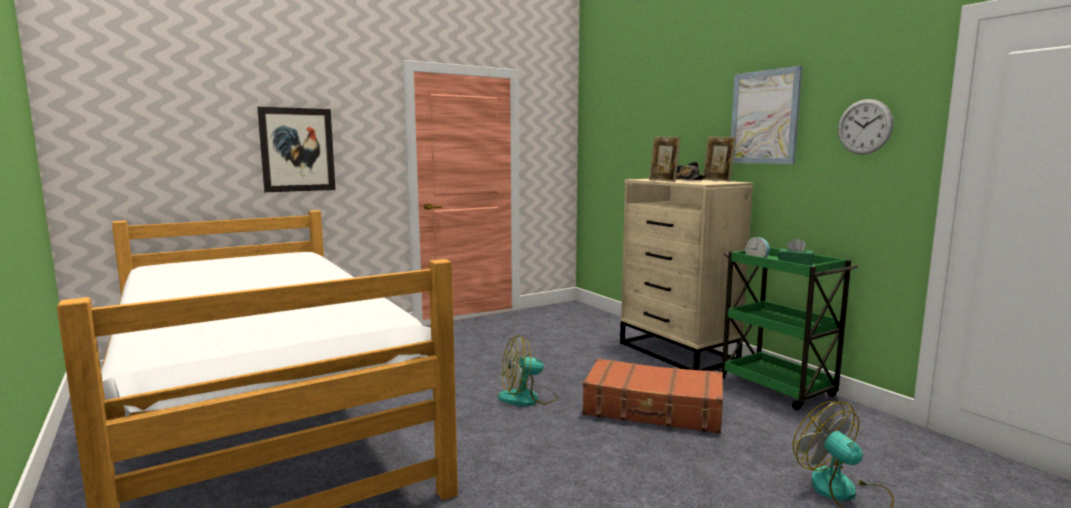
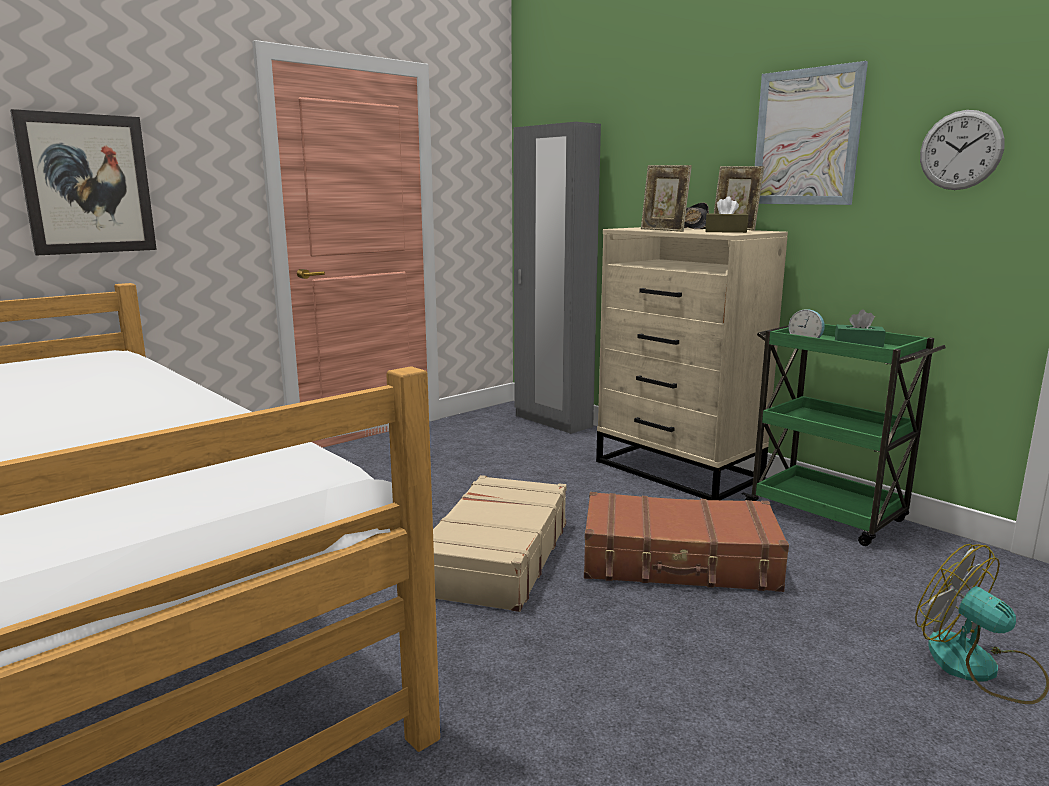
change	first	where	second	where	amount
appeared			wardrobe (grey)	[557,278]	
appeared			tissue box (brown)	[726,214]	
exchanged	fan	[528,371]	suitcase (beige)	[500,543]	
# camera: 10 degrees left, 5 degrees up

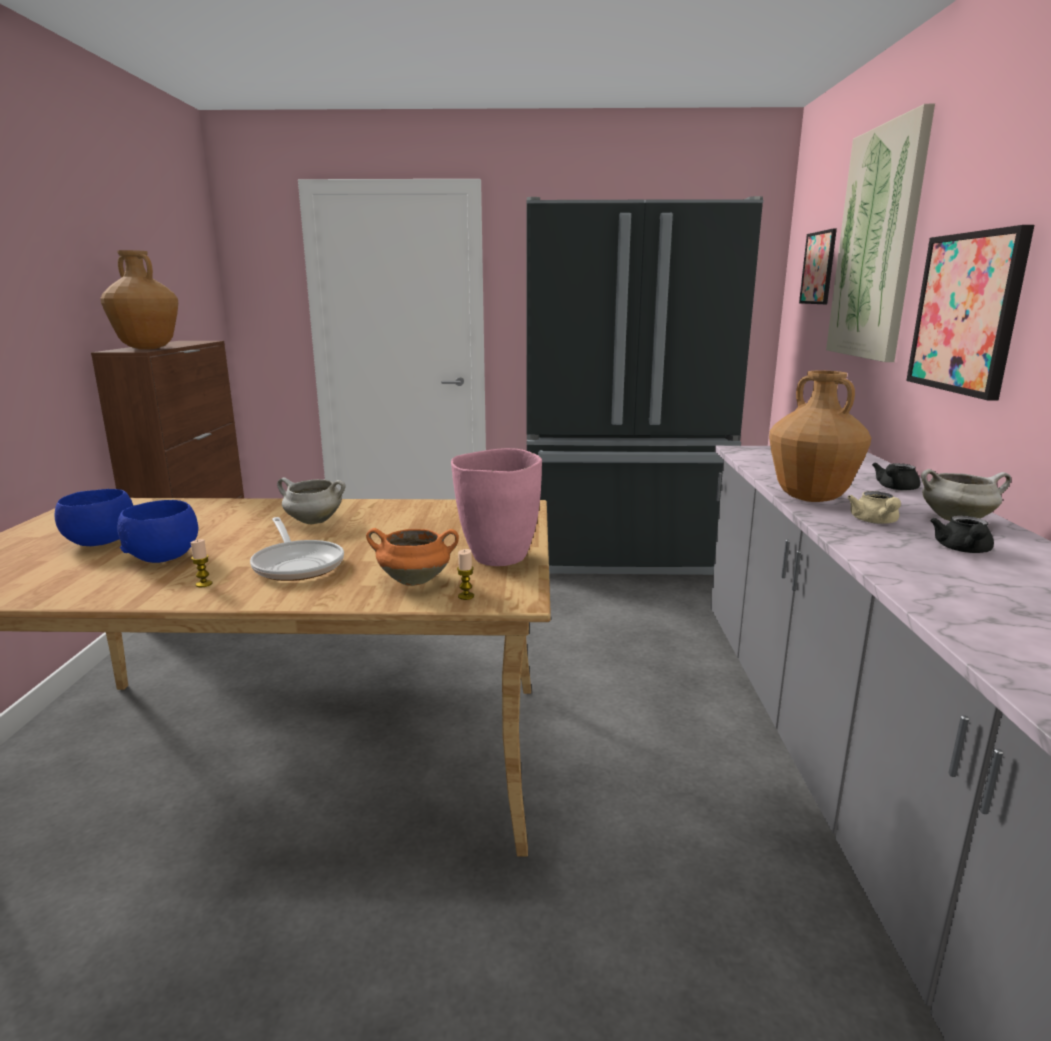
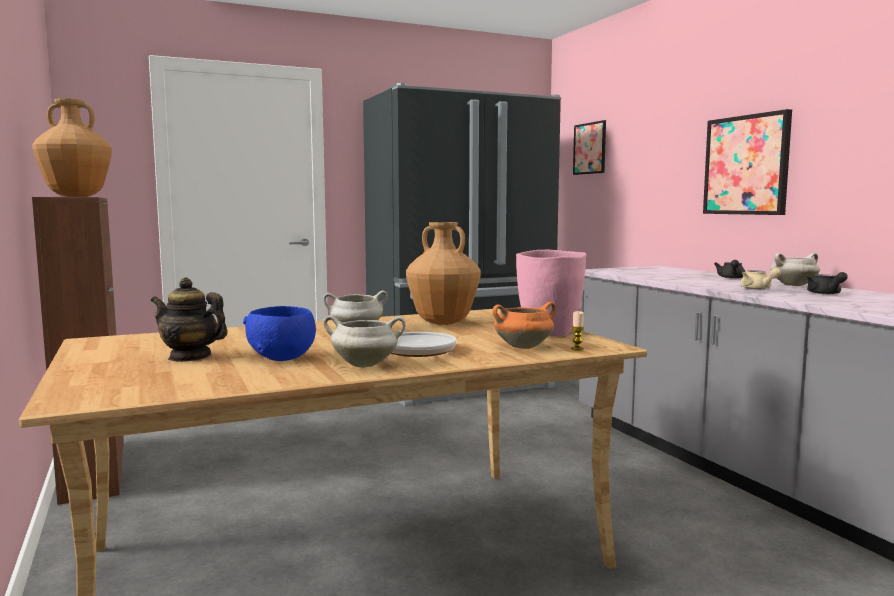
change	first	where	second	where	amount
missing	picture	[880,233]			
relocated	vase (brown)	[820,436]		[443,273]	
exchanged	bowl (blue)	[94,517]	teapot	[189,319]	
exchanged	candle	[201,563]	cooking pot (white)	[364,341]	
# camera: 25 degrees left, 10 degrees down

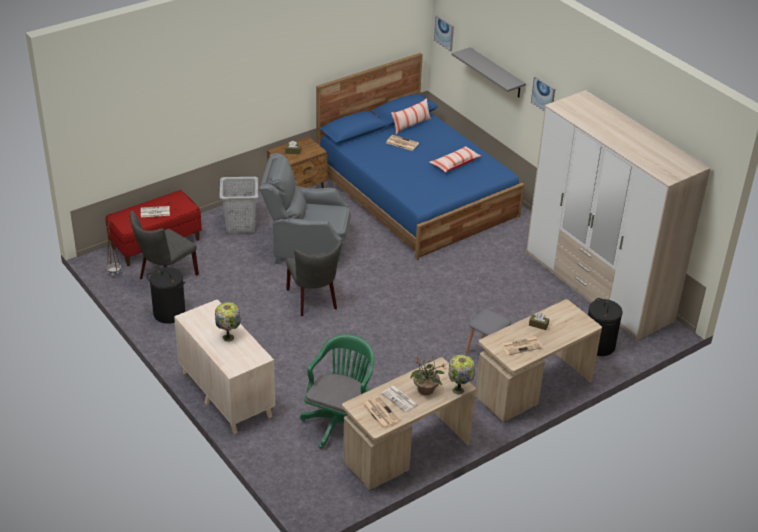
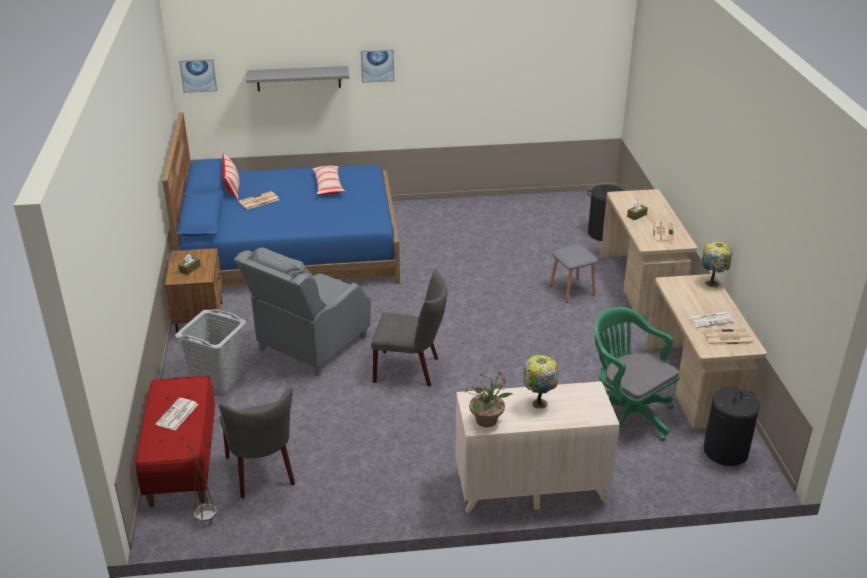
change	first	where	second	where	amount
missing	wardrobe	[618,215]			
relocated	laundry basket (black)	[166,295]		[732,426]	
relocated	potted plant	[428,375]		[489,399]	
# camera: 60 degrees left, 5 degrees down

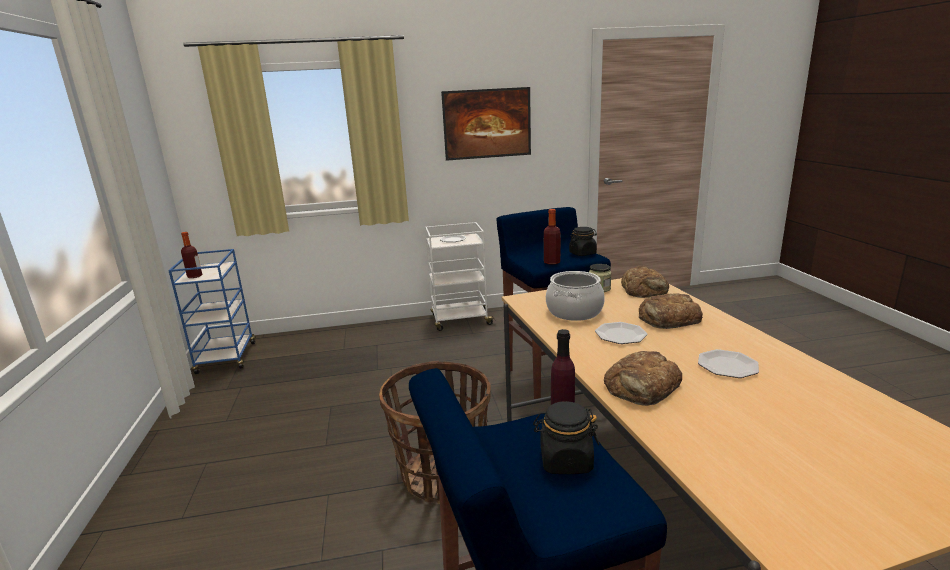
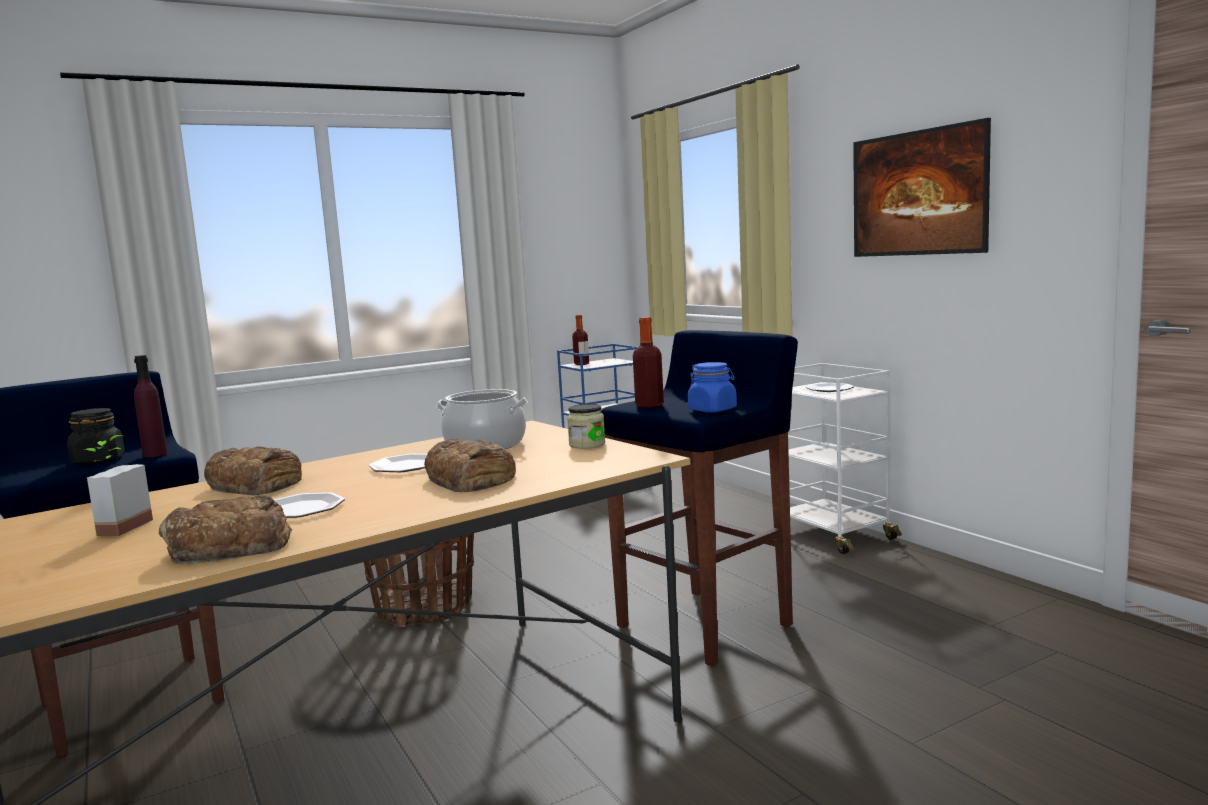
change	first	where	second	where	amount
appeared			potted plant	[118,485]	
relocated	bread	[645,281]		[225,530]	
colour	jar (black)	[583,241]	jar (blue)	[712,387]	
# camera: 70 degrees right, 10 degrees down

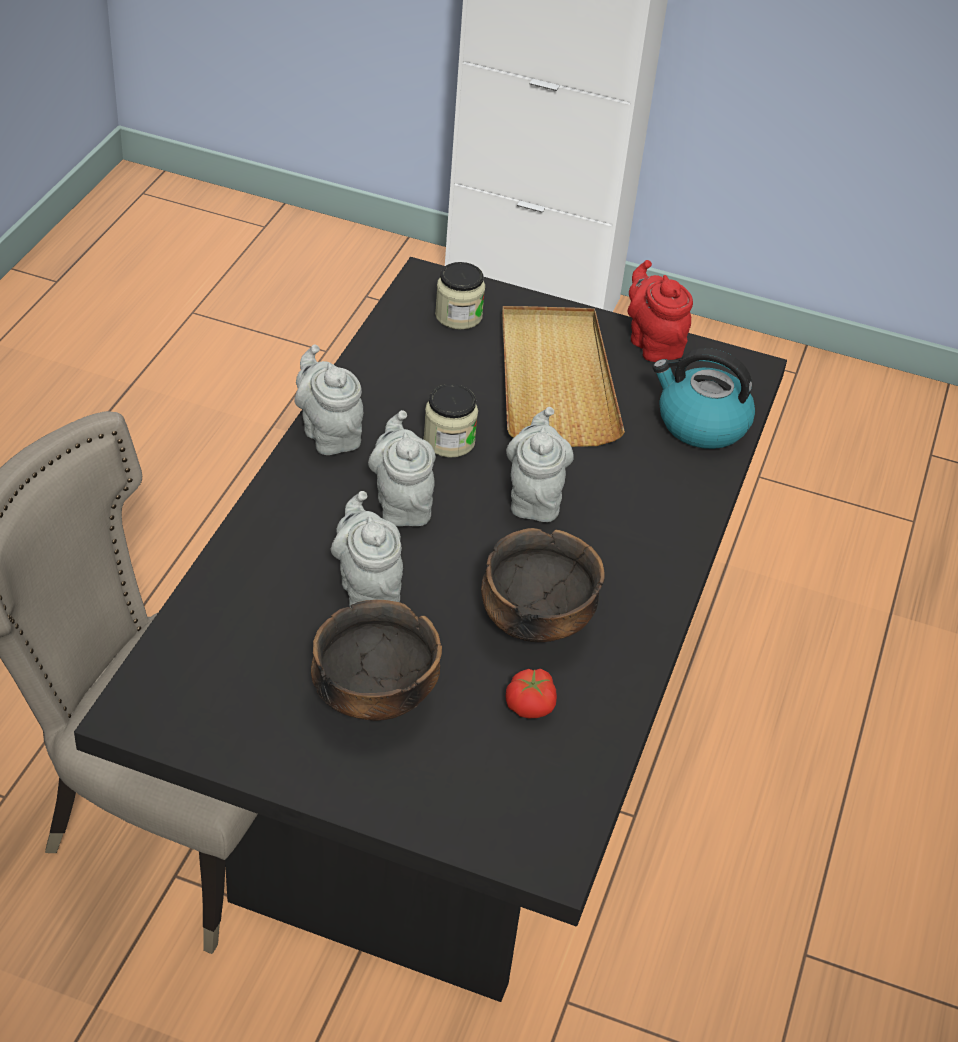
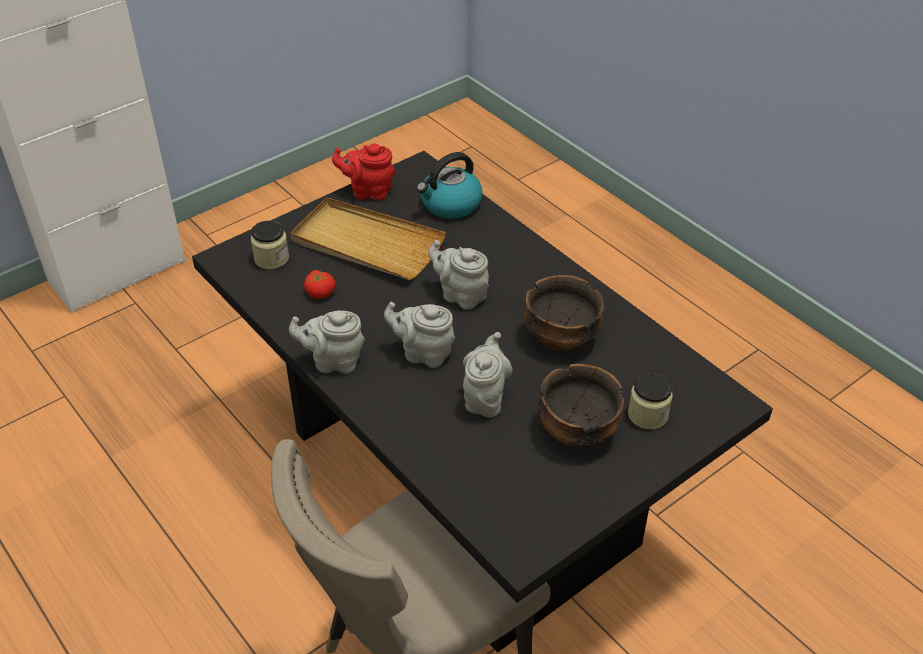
change	first	where	second	where	amount
relocated	jar	[450,421]		[650,401]	
relocated	tomato	[531,693]		[320,284]	
spun	teapot (grey)	[367,549]		[487,375]	90 degrees clockwise
# camera: 55 degrees left, 0 degrees up

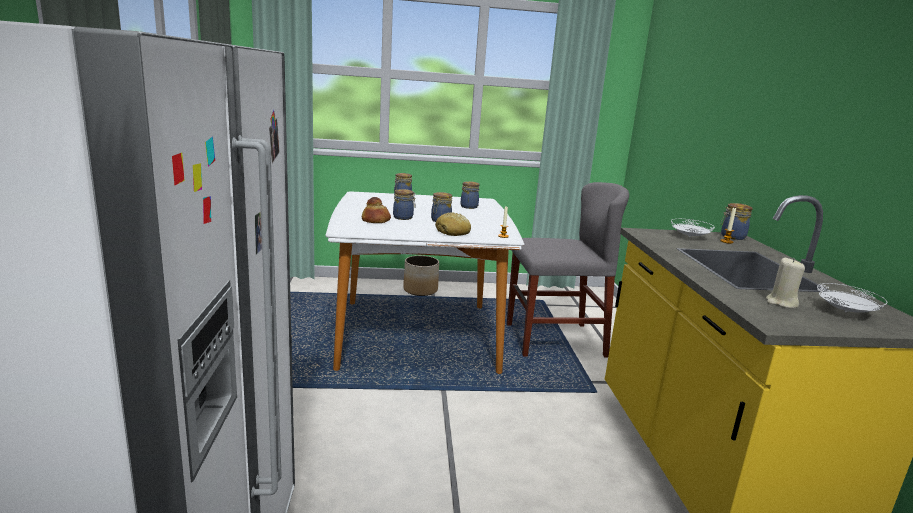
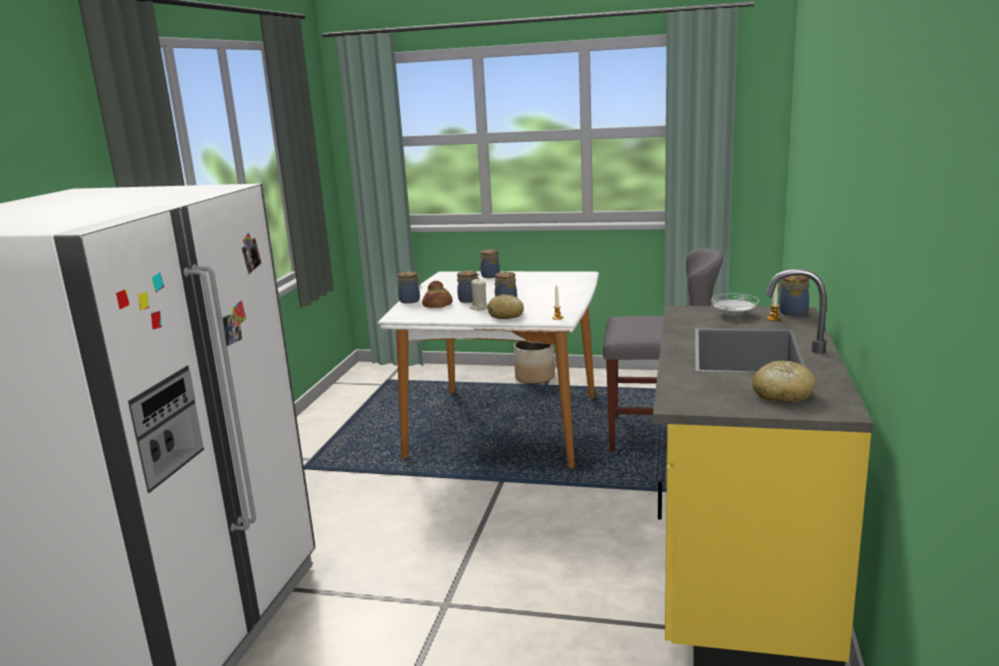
change	first	where	second	where	amount
relocated	jar	[470,195]		[409,288]	
relocated	candle (beige)	[785,283]		[479,294]	
exchanged	plate (white)	[852,298]	bread	[783,382]	
# camera: 20 degrees right, 0 degrees up

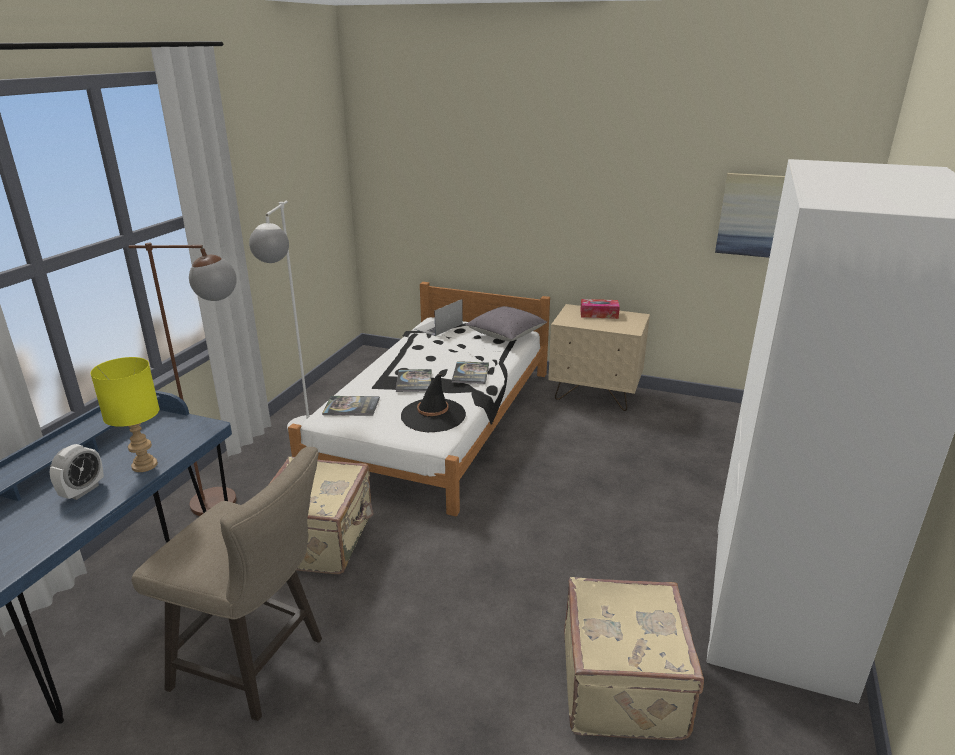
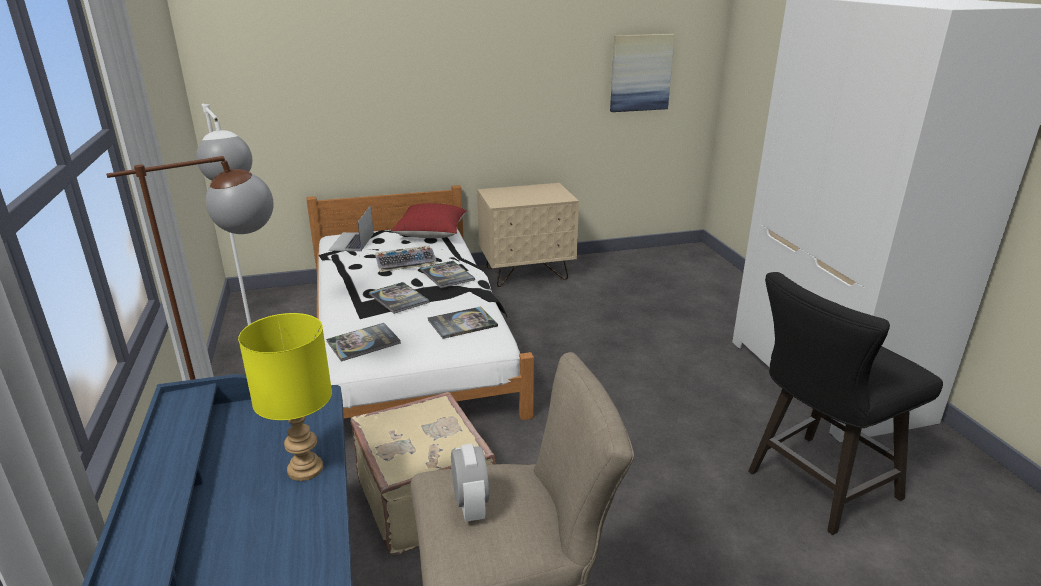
change	first	where	second	where	amount
missing	tissue box	[600,309]			
appeared			keyboard	[405,259]	
relocated	alarm clock	[77,472]		[470,483]	
exchanged	hat (black)	[433,403]	book	[463,322]	
exchanged	suitcase (beige)	[634,658]	stool (black)	[845,403]	
colour	pillow (grey)	[506,323]	pillow (red)	[429,220]	
# camera: 35 degrees left, 0 degrees up

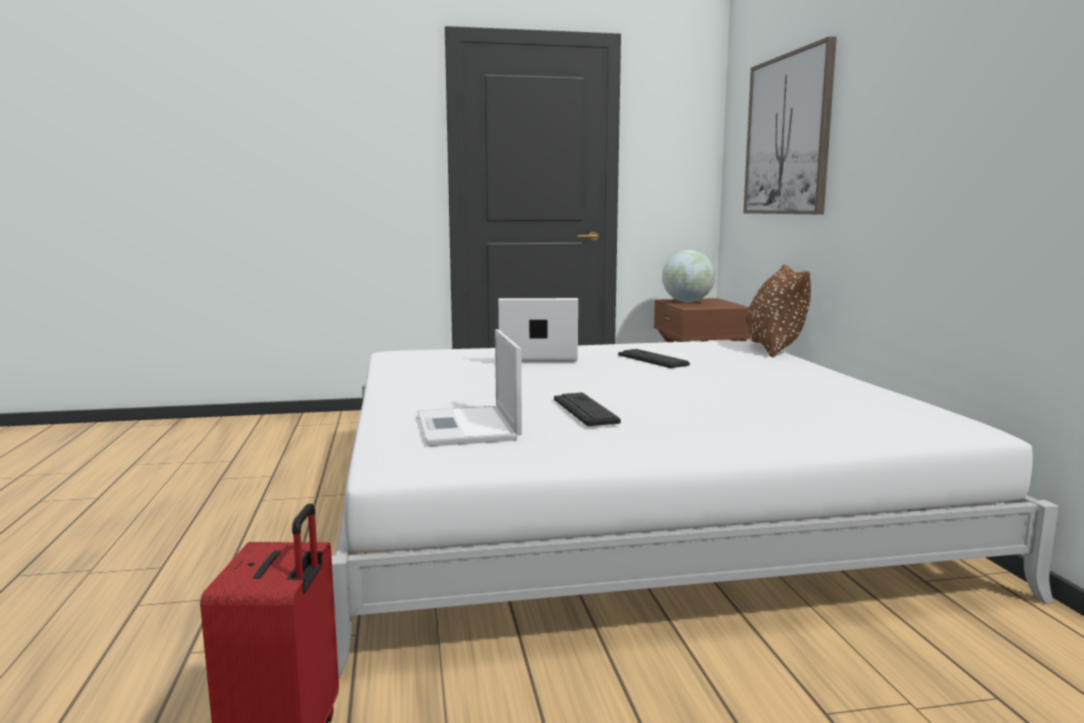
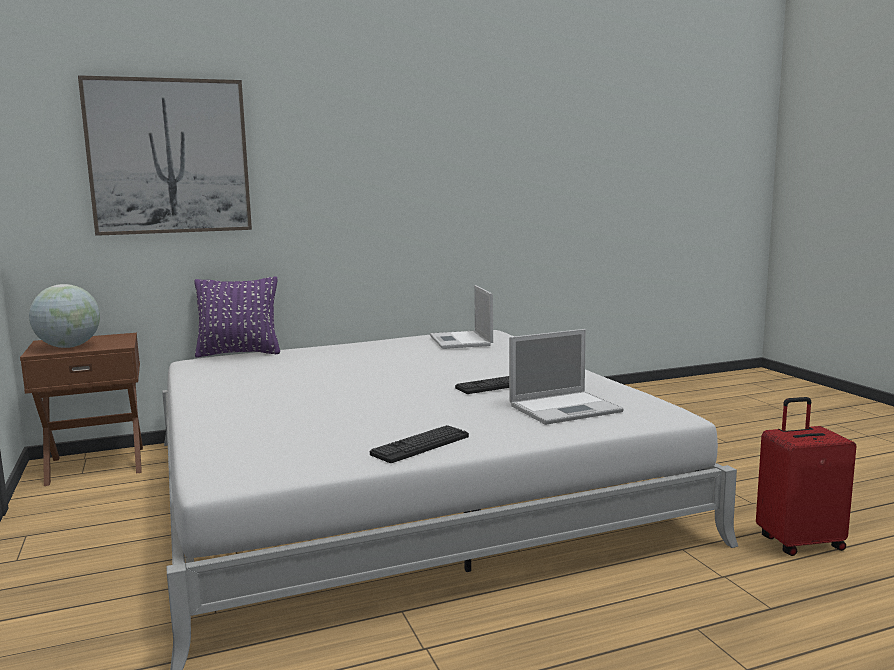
change	first	where	second	where	amount
relocated	laptop	[538,330]		[461,317]	
relocated	keyboard	[654,358]		[419,444]	
colour	pillow (brown)	[779,311]	pillow (purple)	[237,317]	
# camera: 100 degrees left, 0 degrees up

